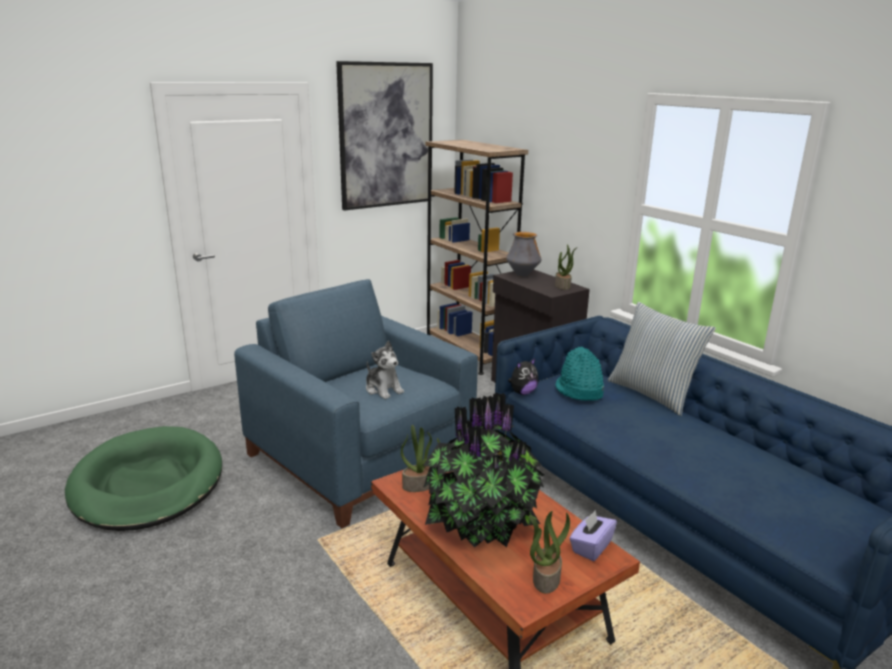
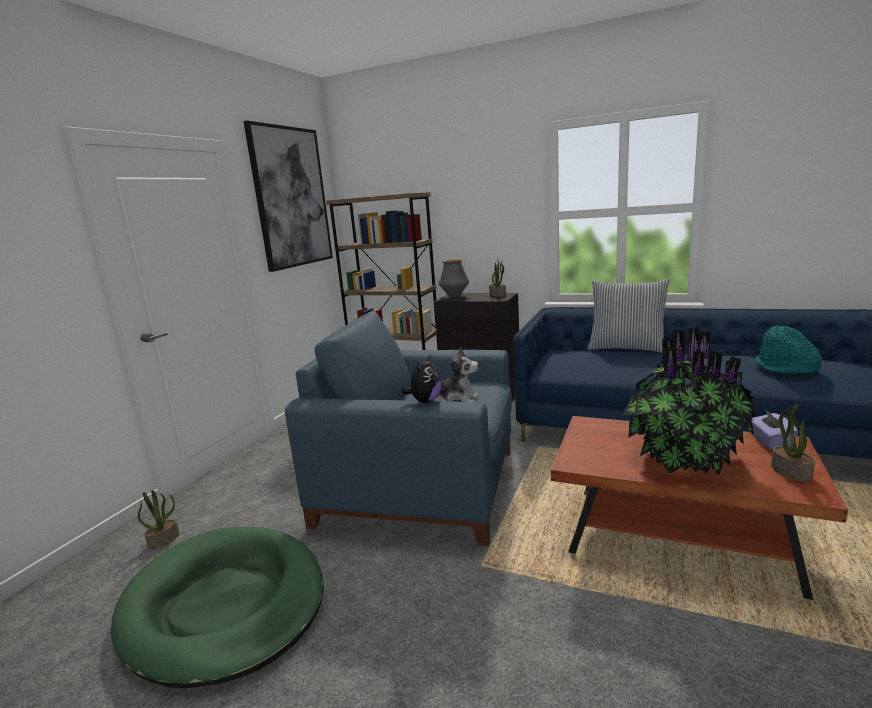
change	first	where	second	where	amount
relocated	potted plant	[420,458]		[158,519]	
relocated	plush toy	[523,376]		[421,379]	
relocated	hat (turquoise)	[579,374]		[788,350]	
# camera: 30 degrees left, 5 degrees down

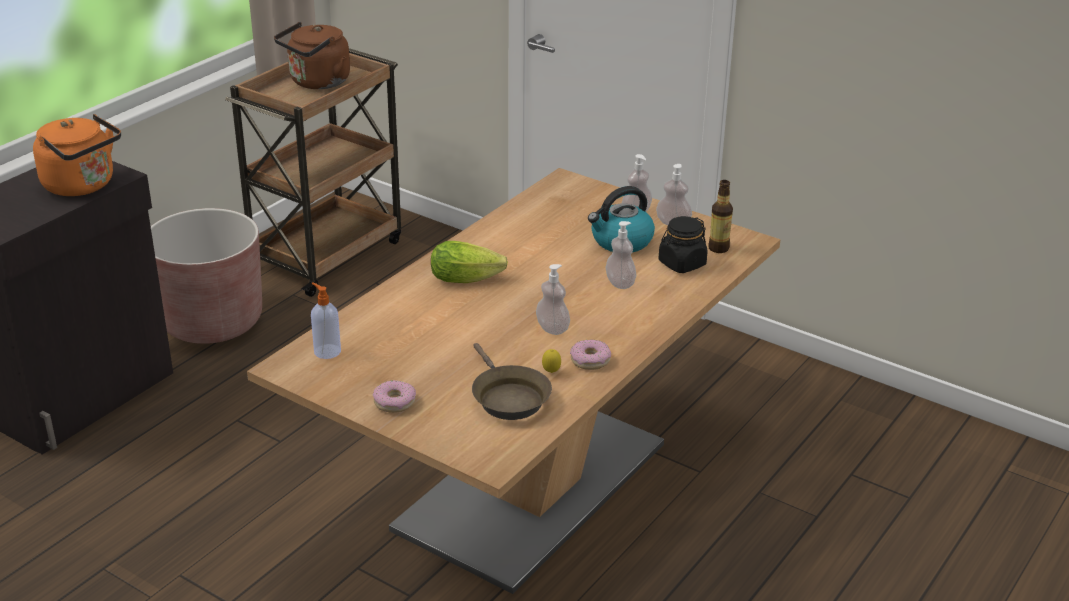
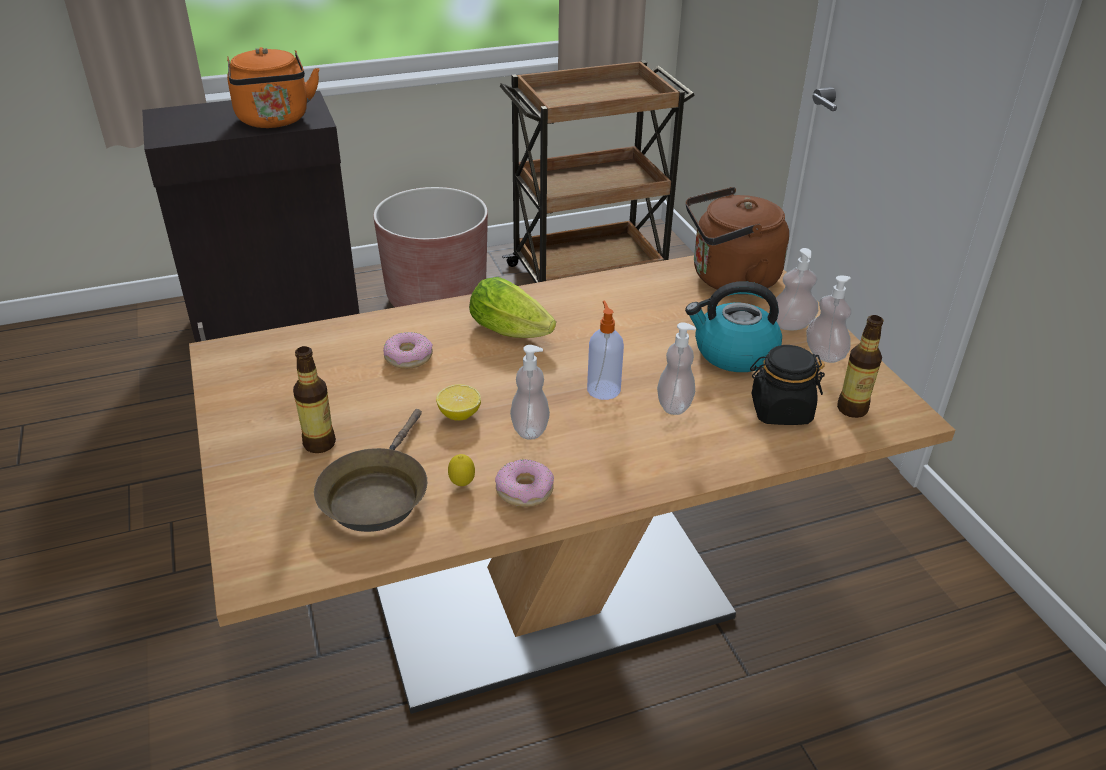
change	first	where	second	where	amount
appeared			bottle	[314,399]	
appeared			lemon	[458,402]	
relocated	kettle (brown)	[312,55]		[737,238]	
relocated	soap dispenser	[326,320]		[605,350]	
relocated	donut	[394,396]		[408,350]	
# camera: 35 degrees right, 5 degrees up

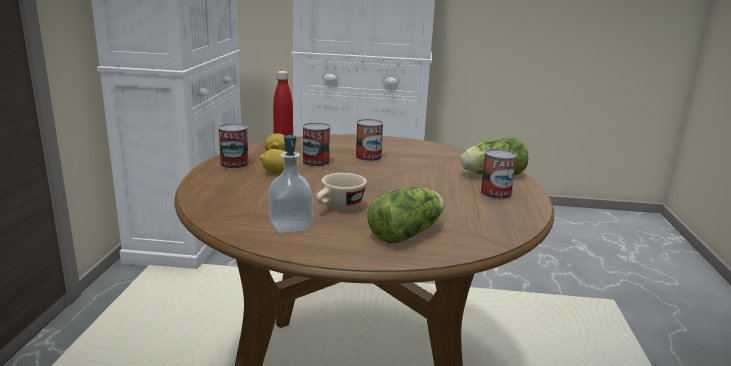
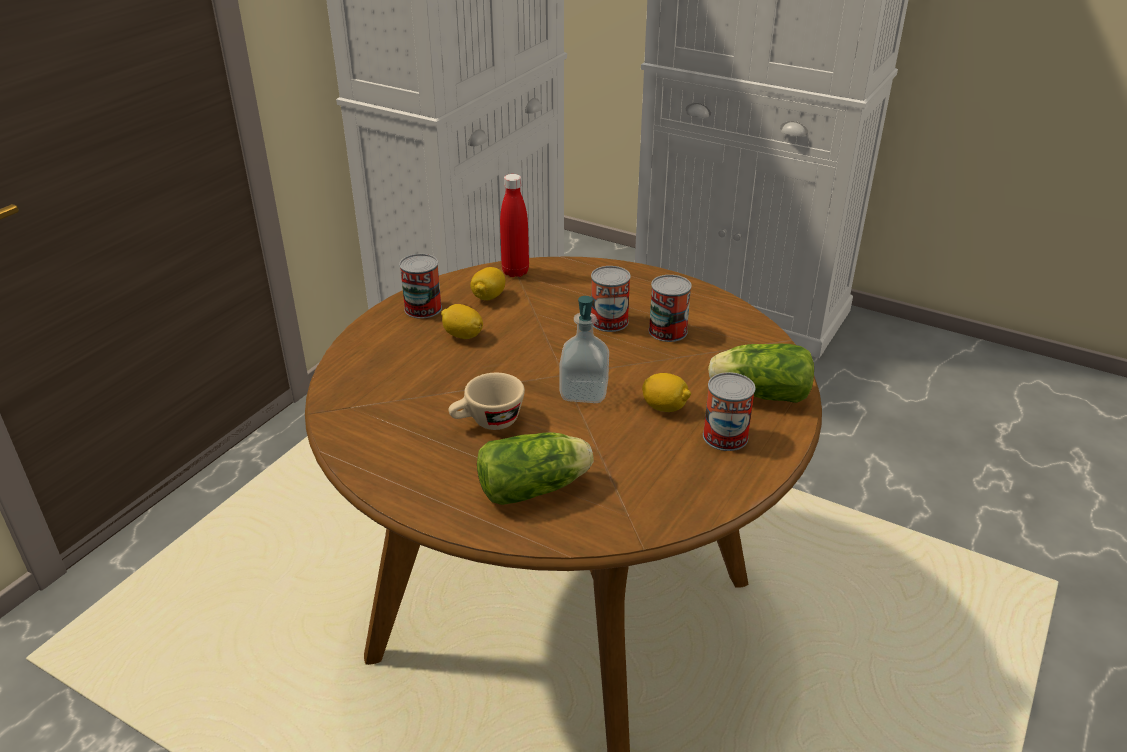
change	first	where	second	where	amount
appeared			lemon	[666,392]	
relocated	soap dispenser	[291,184]		[584,349]	
relocated	can	[317,144]		[670,308]	
# camera: 25 degrees right, 15 degrees up

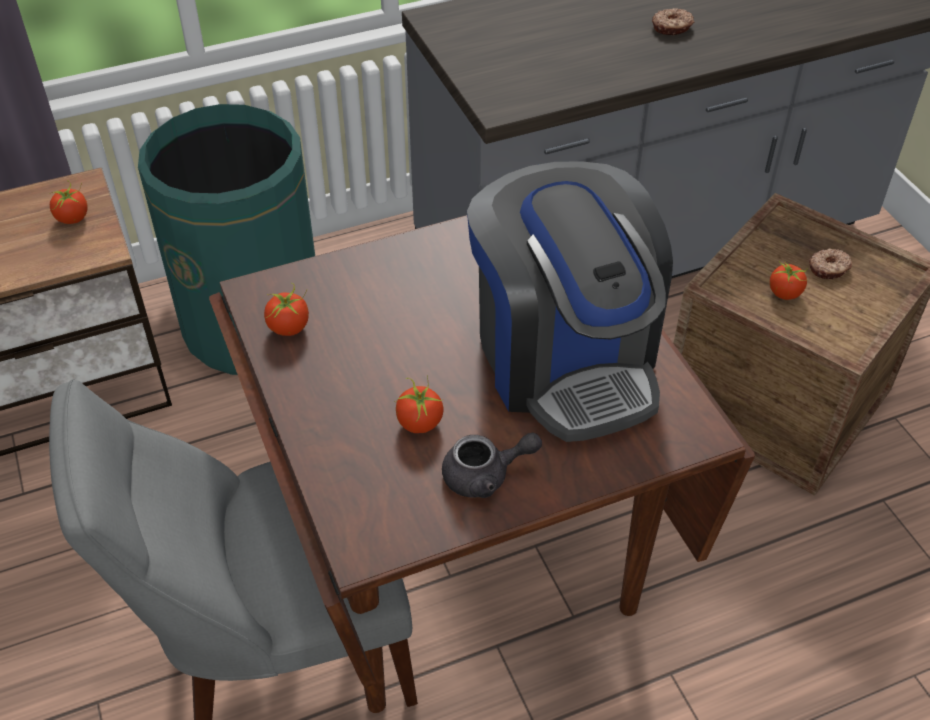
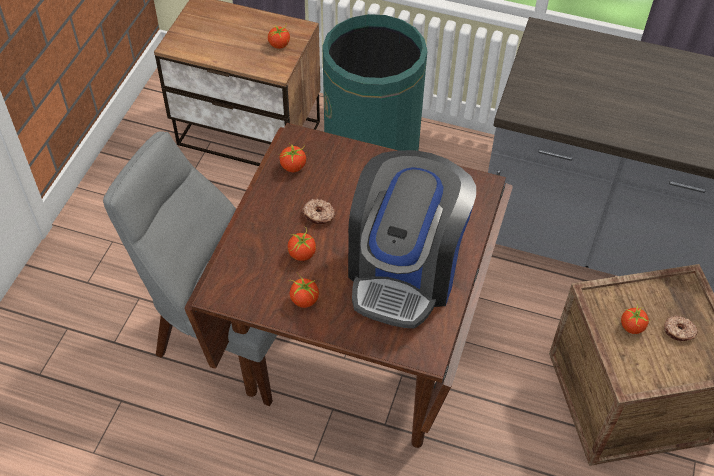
change	first	where	second	where	amount
relocated	donut	[673,21]		[318,211]	
exchanged	teapot (grey)	[492,465]	tomato	[303,290]	
# camera: 40 degrees right, 5 degrees up

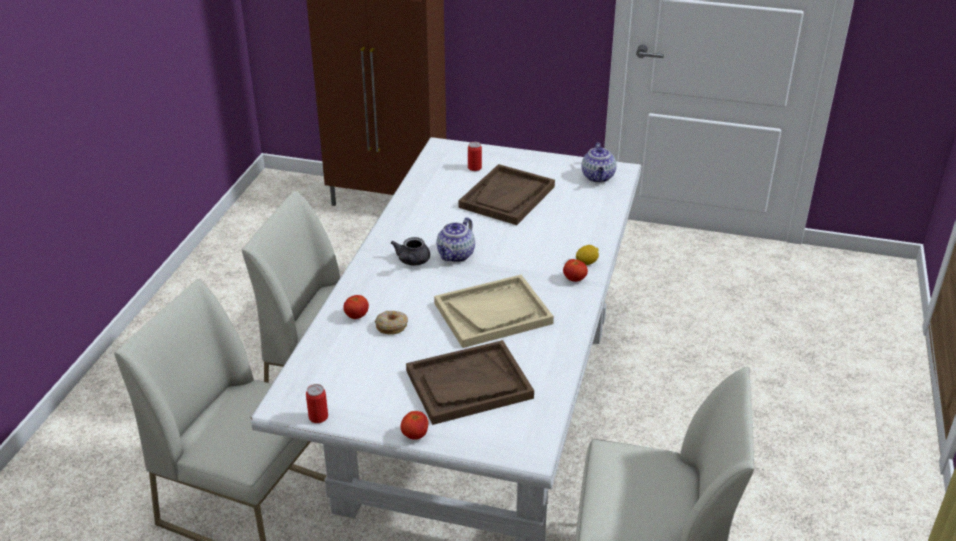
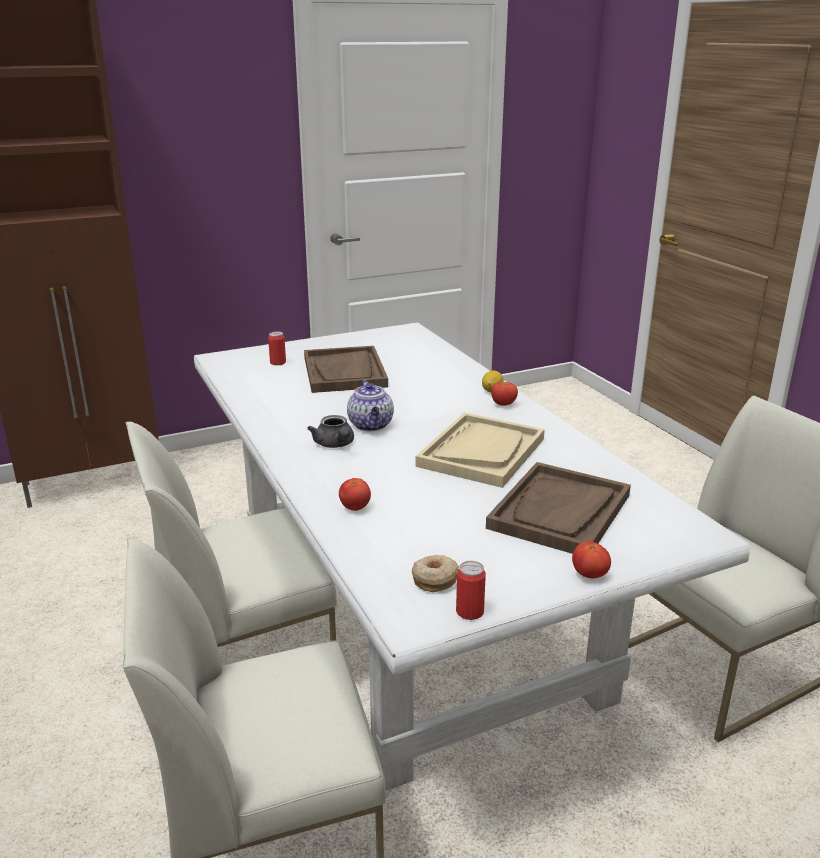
change	first	where	second	where	amount
missing	teapot	[599,162]			
relocated	donut	[391,323]		[435,573]	
# camera: 40 degrees left, 10 degrees down

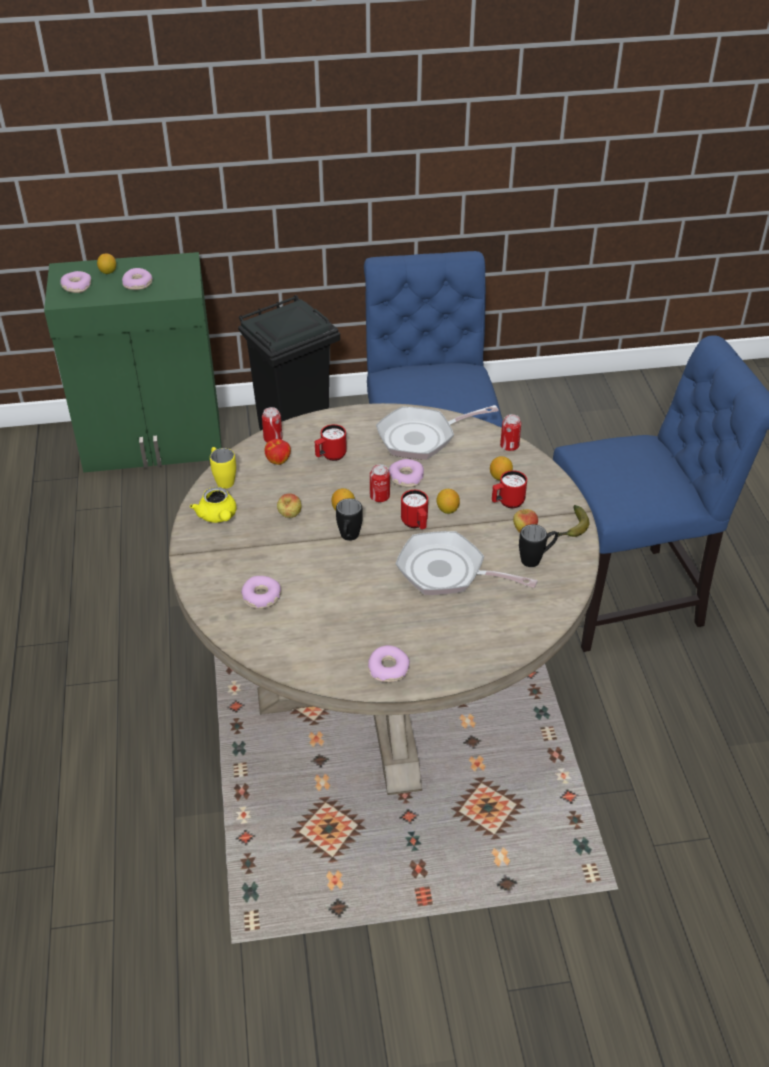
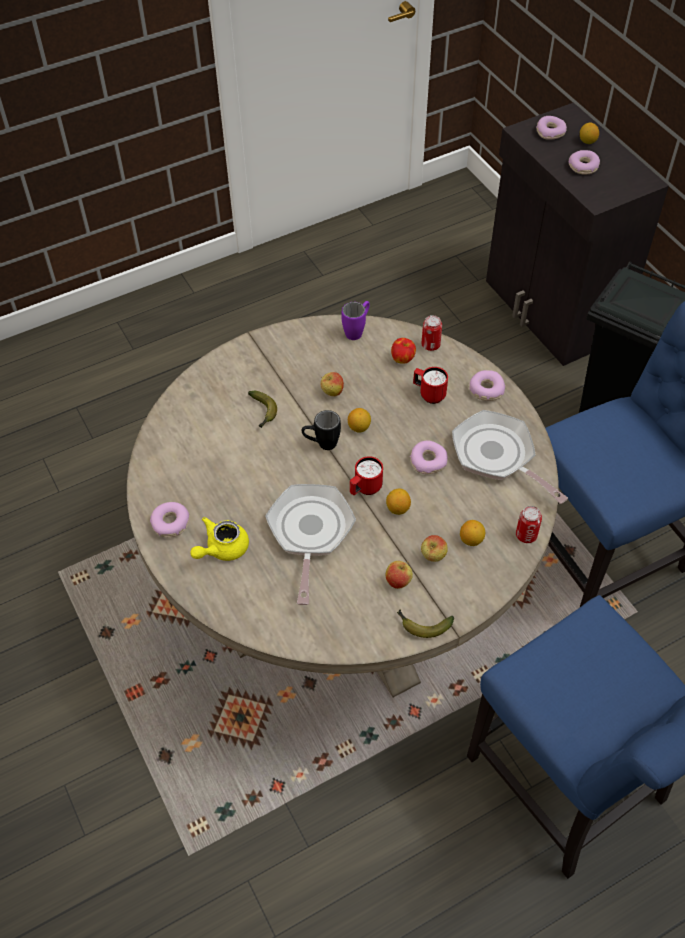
change	first	where	second	where	amount
missing	can	[380,483]			
missing	mug (black)	[538,545]			
appeared			banana	[262,409]	
relocated	teapot (yellow)	[213,505]		[219,539]	
relocated	donut	[261,592]		[487,385]	
exchanged	mug (red)	[509,489]	apple	[434,548]	
colour	cabinet (green)	[133,362]	cabinet (black)	[577,234]	
colour	mug (yellow)	[223,468]	mug (purple)	[356,320]	
# camera: 70 degrees right, 10 degrees up

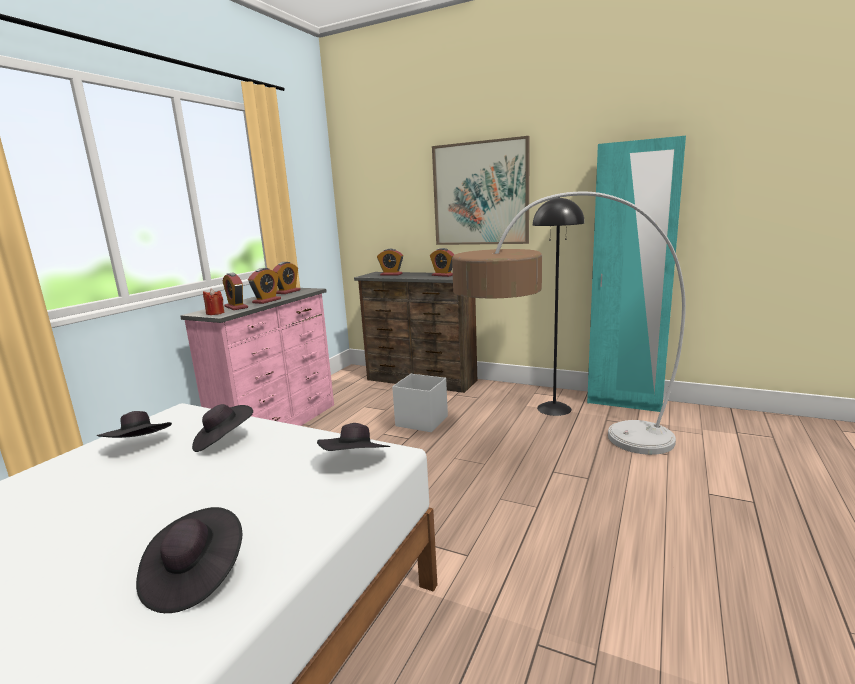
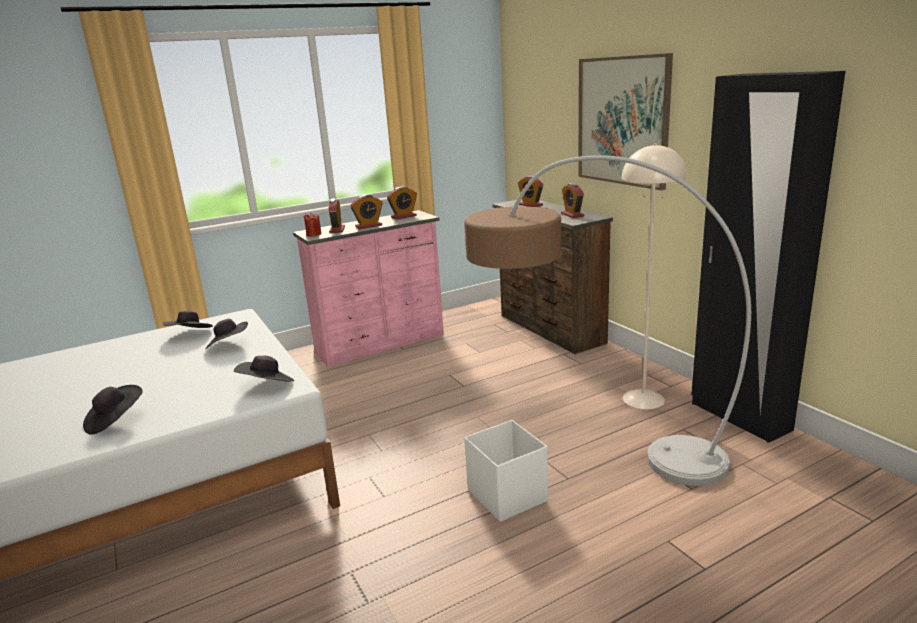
change	first	where	second	where	amount
relocated	storage box (white)	[420,403]		[506,471]	
colour	floor lamp (black)	[559,307]	floor lamp (beige)	[654,276]	
colour	wardrobe (turquoise)	[636,274]	wardrobe (black)	[768,257]	
# camera: 35 degrees right, 5 degrees up

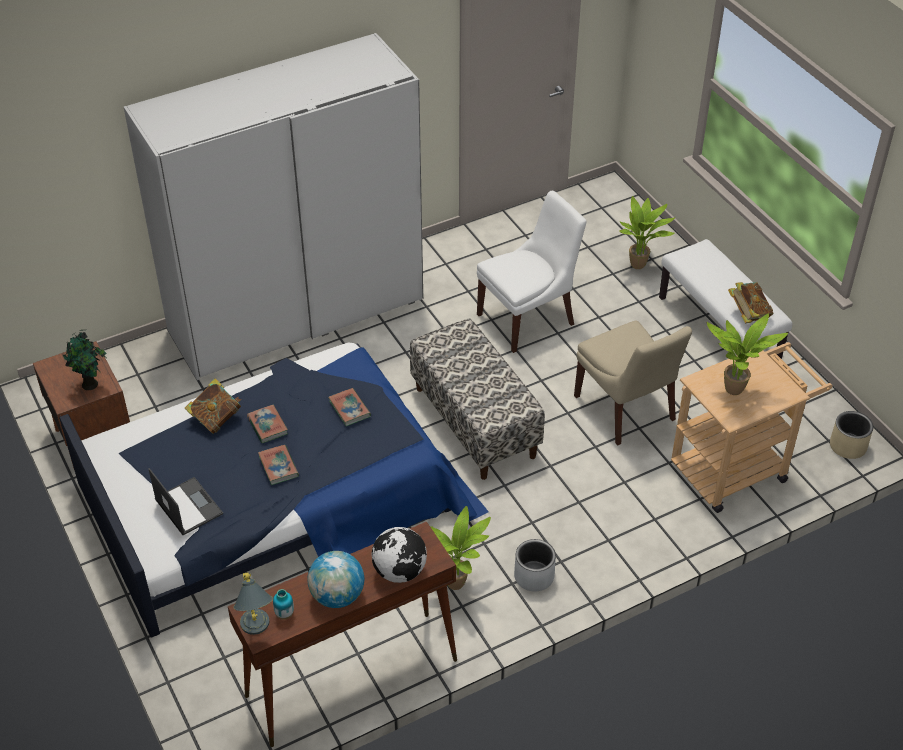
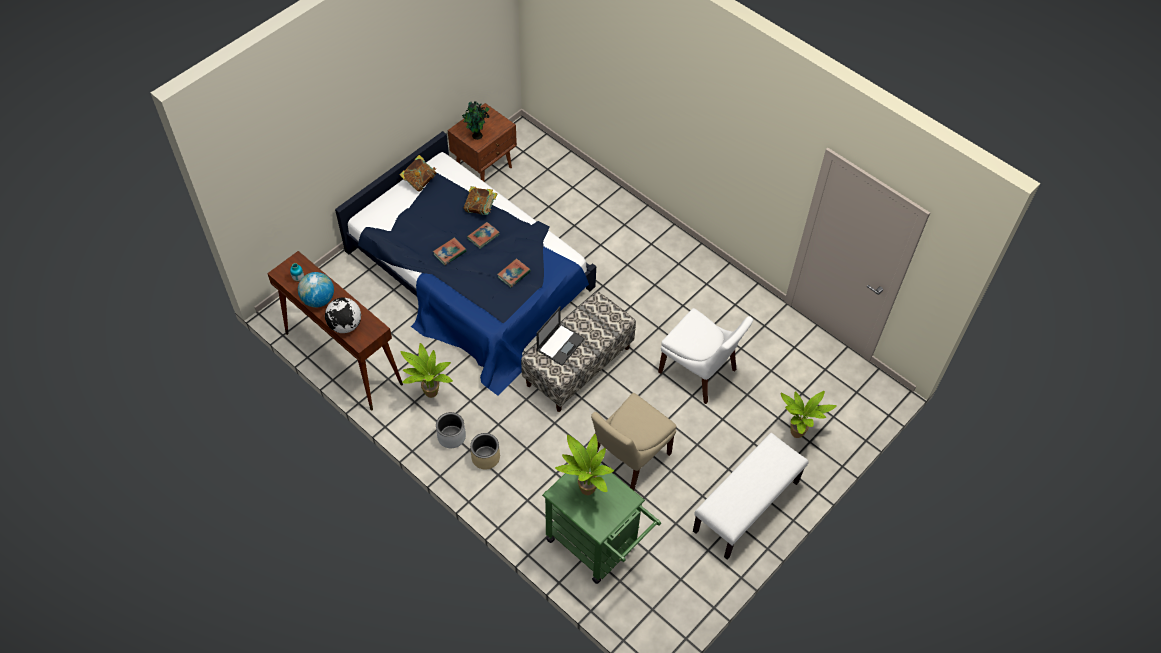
change	first	where	second	where	amount
missing	wardrobe (white)	[273,206]			
missing	table lamp (grey)	[253,604]			
relocated	laptop	[186,501]		[560,336]	
relocated	book	[751,302]		[418,173]	
relocated	planter (beige)	[851,435]		[485,451]	
colour	cart (beige)	[751,427]	cart (green)	[601,524]	
# camera: 70 degrees right, 10 degrees up

